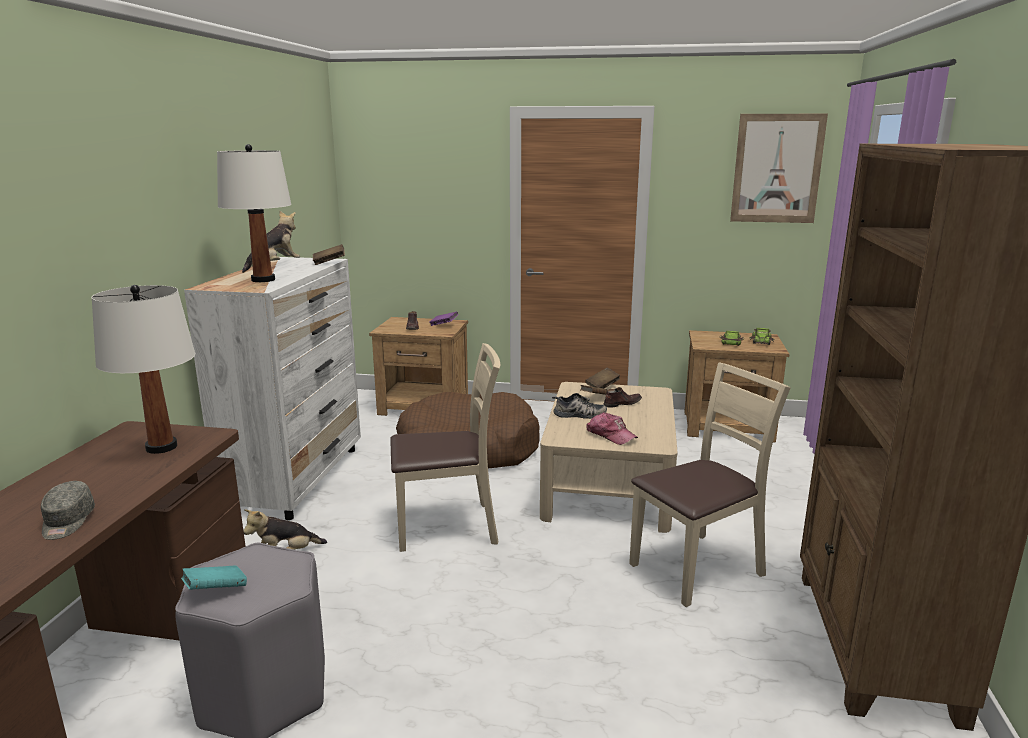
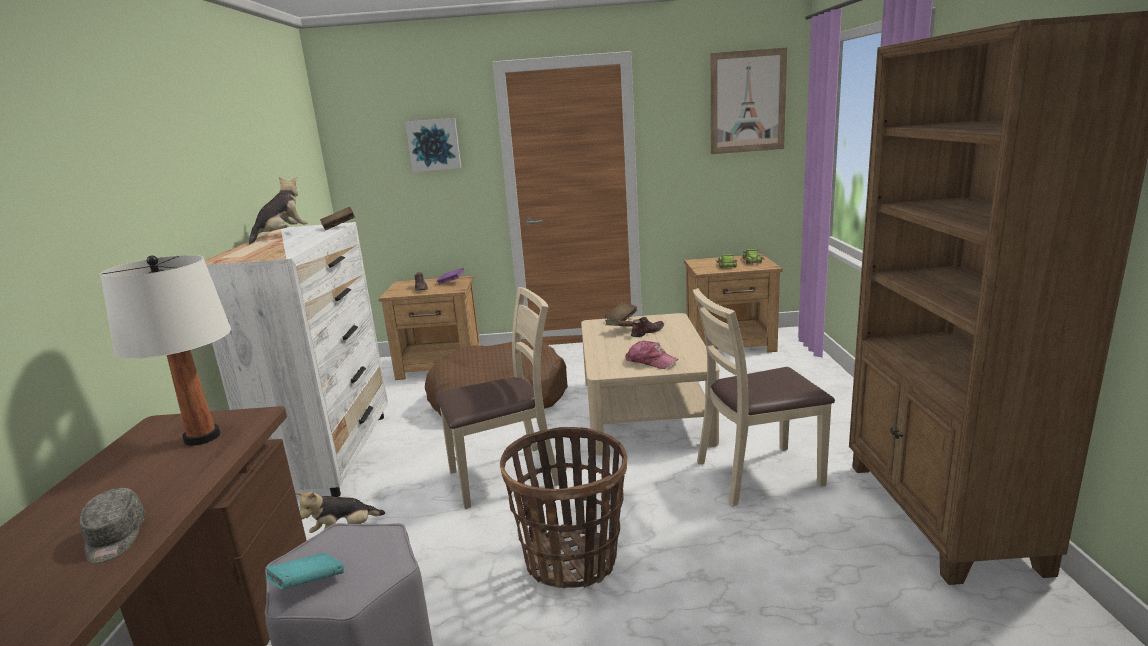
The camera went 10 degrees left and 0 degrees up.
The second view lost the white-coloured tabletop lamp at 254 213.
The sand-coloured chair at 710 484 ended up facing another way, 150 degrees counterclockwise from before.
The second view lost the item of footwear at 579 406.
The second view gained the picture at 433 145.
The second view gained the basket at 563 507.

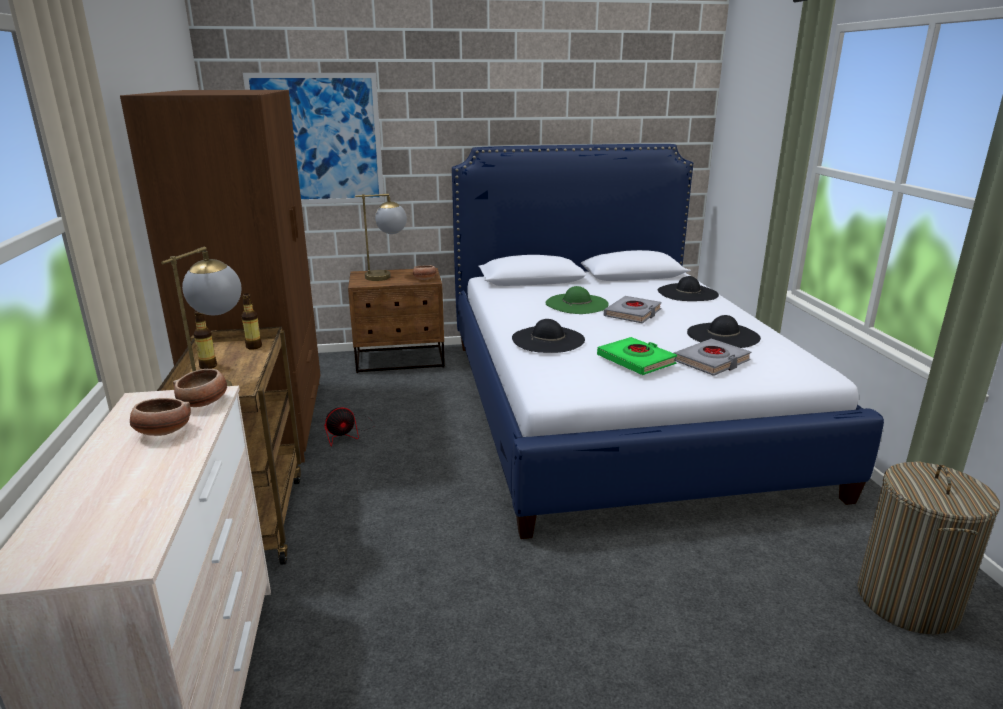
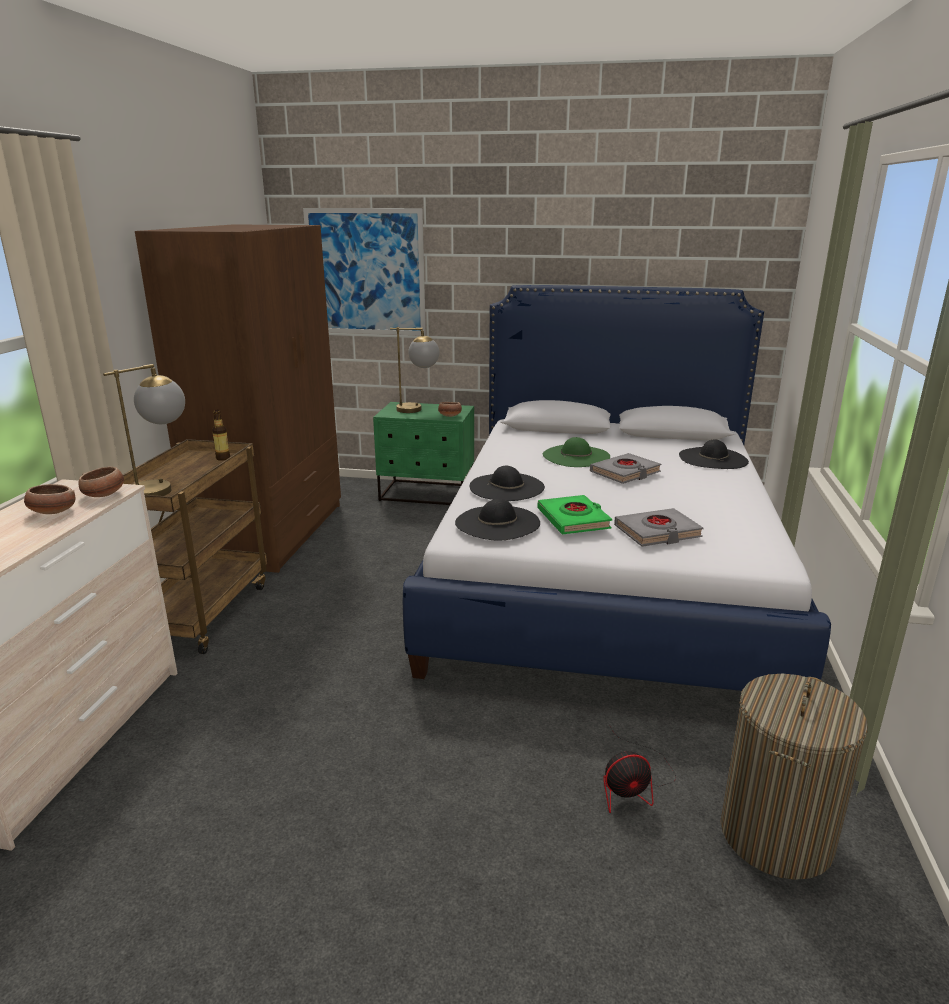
The camera went 20 degrees right and 0 degrees up.
What was the brown-coloured nightstand at 396 320 turned into the green nightstand at 423 453.
The second view lost the beverage bottle at 205 340.
The black-coloured wearable hat ended up elsewhere, having gone from 724 331 to 497 520.
The electric fan ended up elsewhere, having gone from 347 427 to 640 769.

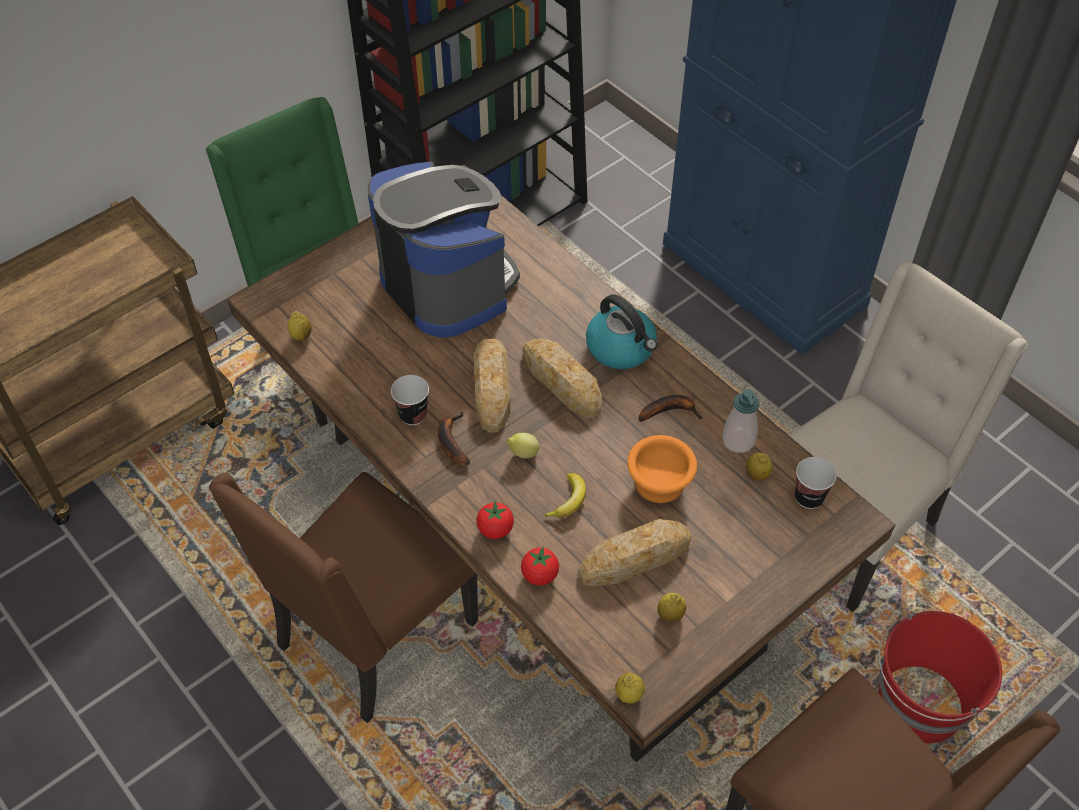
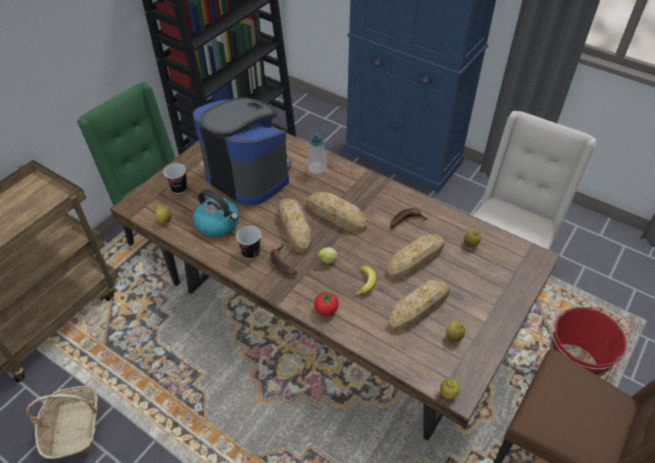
The camera went 15 degrees left and 5 degrees down.
The kettle ended up elsewhere, having gone from 621 331 to 216 213.
The liquid soap bottle ended up elsewhere, having gone from 740 421 to 317 153.
Where the orange deep dish stood at 662 469, the bread came to stand at 416 257.
The drinking cup ended up elsewhere, having gone from 816 483 to 175 178.
The second view lost the brown-coloured chair at 343 597.
The second view lost the tomato at 540 566.
The second view gained the basket at 62 422.

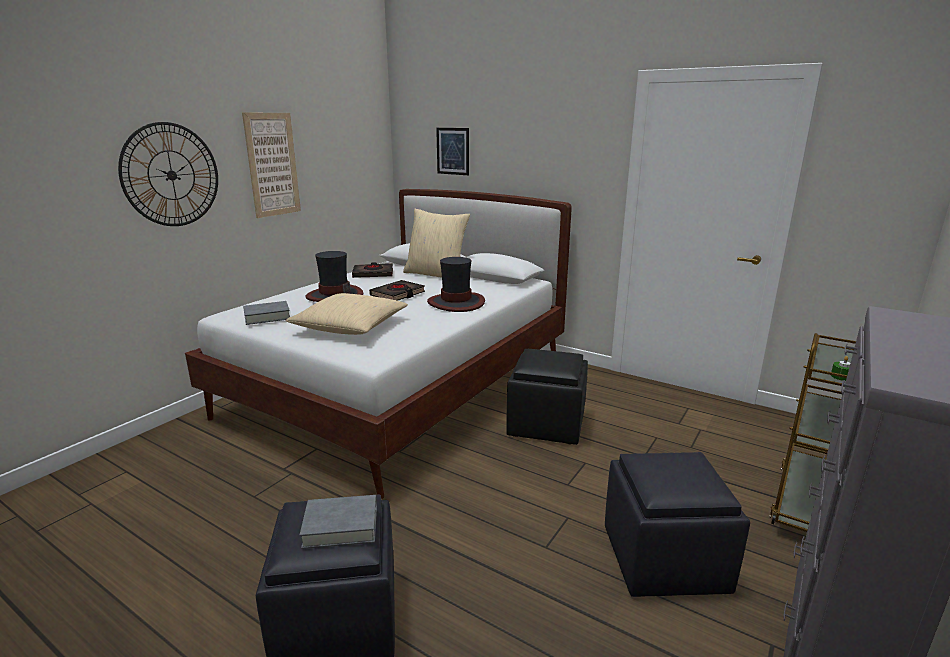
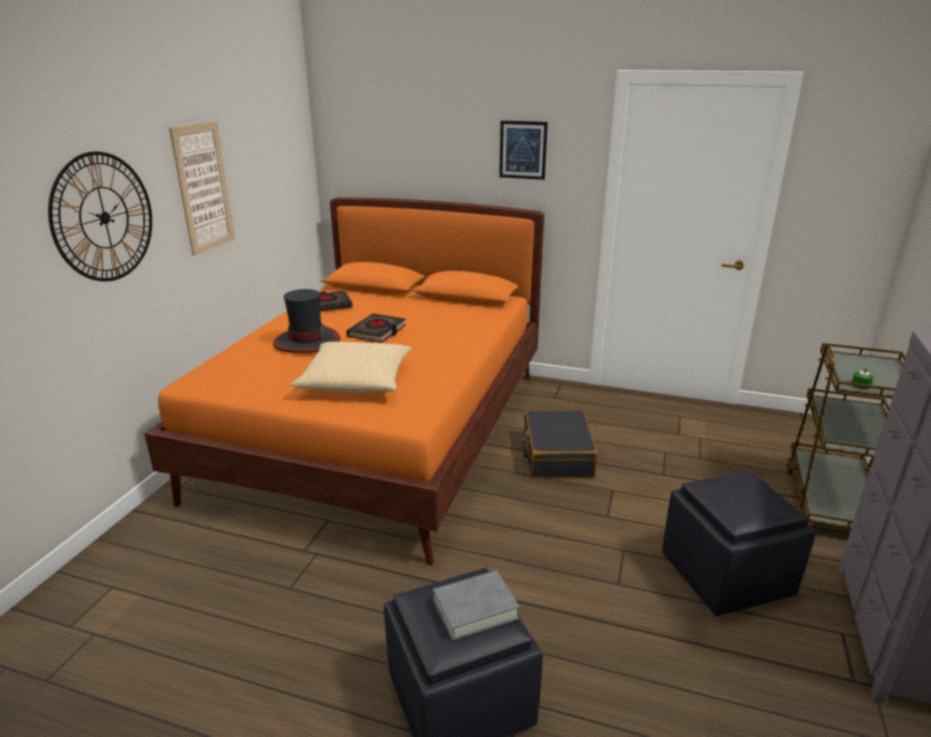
The camera went 15 degrees left and 5 degrees up.
The picture ended up elsewhere, having gone from 452 151 to 523 150.
What was the white-coloured bedroom bed at 378 344 turned into the orange bedroom bed at 344 381.
The second view lost the sand-coloured pillow at 436 243.
The second view lost the wearable hat at 456 284.
The second view lost the greyish volume at 266 313.
Where the black-coloured ottoman stood at 547 397, the black-coloured travel case came to stand at 560 444.

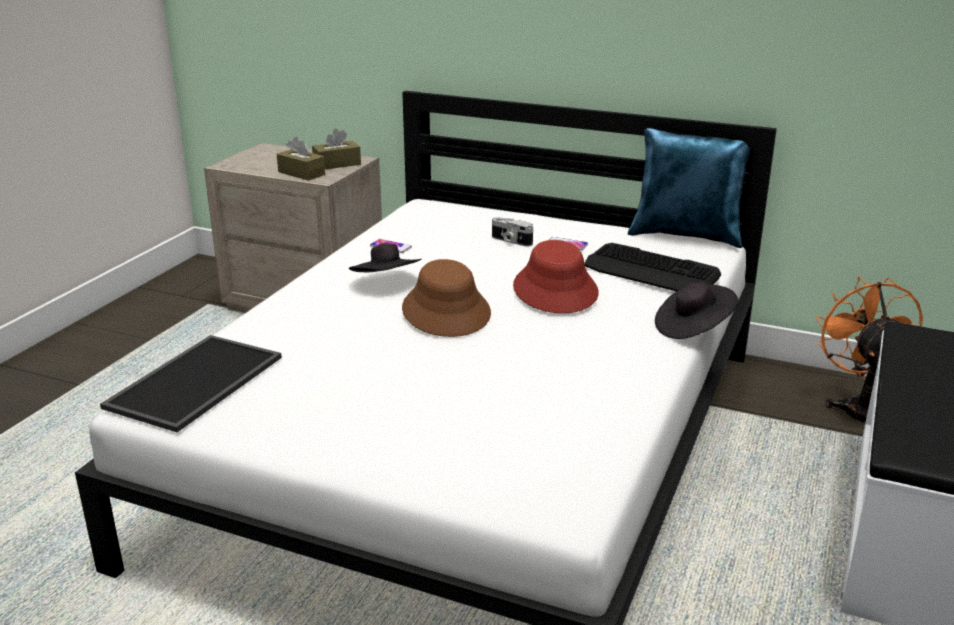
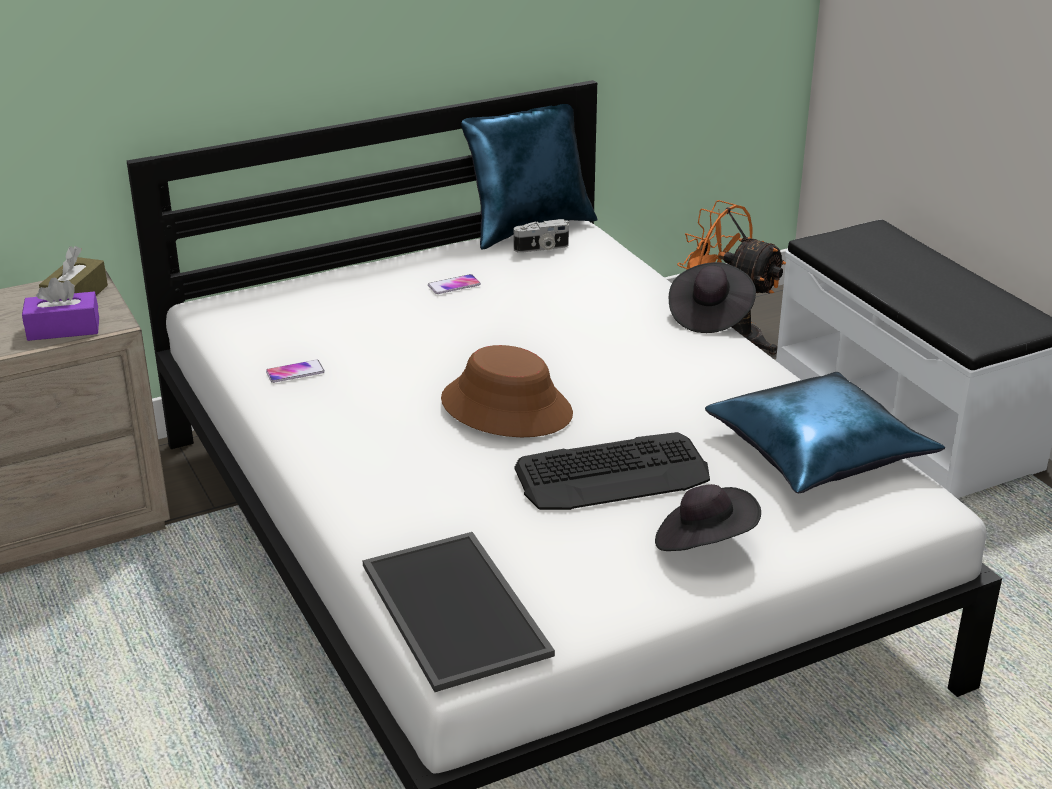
The camera went 50 degrees left and 5 degrees up.
What was the brown-coloured tissue holder at 301 159 turned into the purplish tissue holder at 60 309.
The still camera ended up elsewhere, having gone from 512 232 to 541 236.
The second view lost the red-coloured wearable hat at 556 276.
The black-coloured wearable hat ended up elsewhere, having gone from 385 257 to 708 517.
The keyboard ended up elsewhere, having gone from 652 267 to 612 471.
The second view gained the bluish pillow at 825 432.

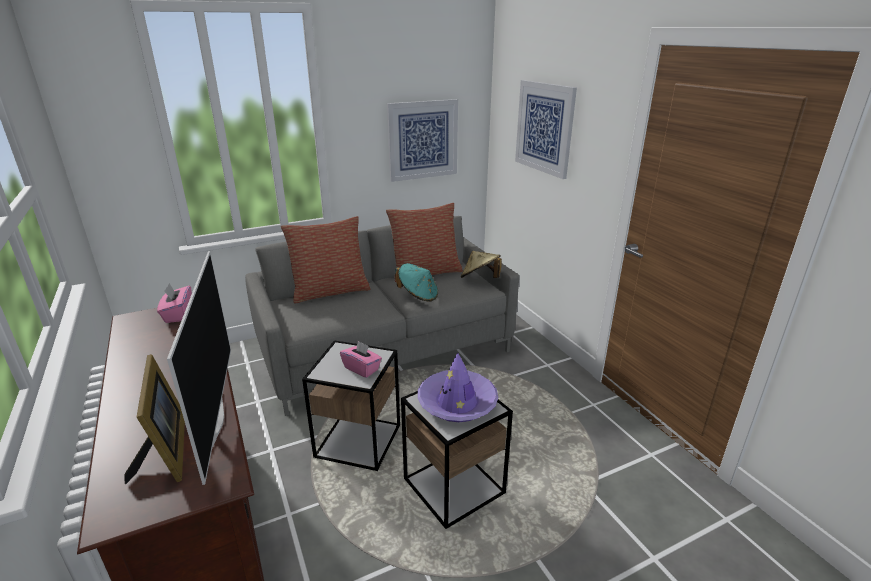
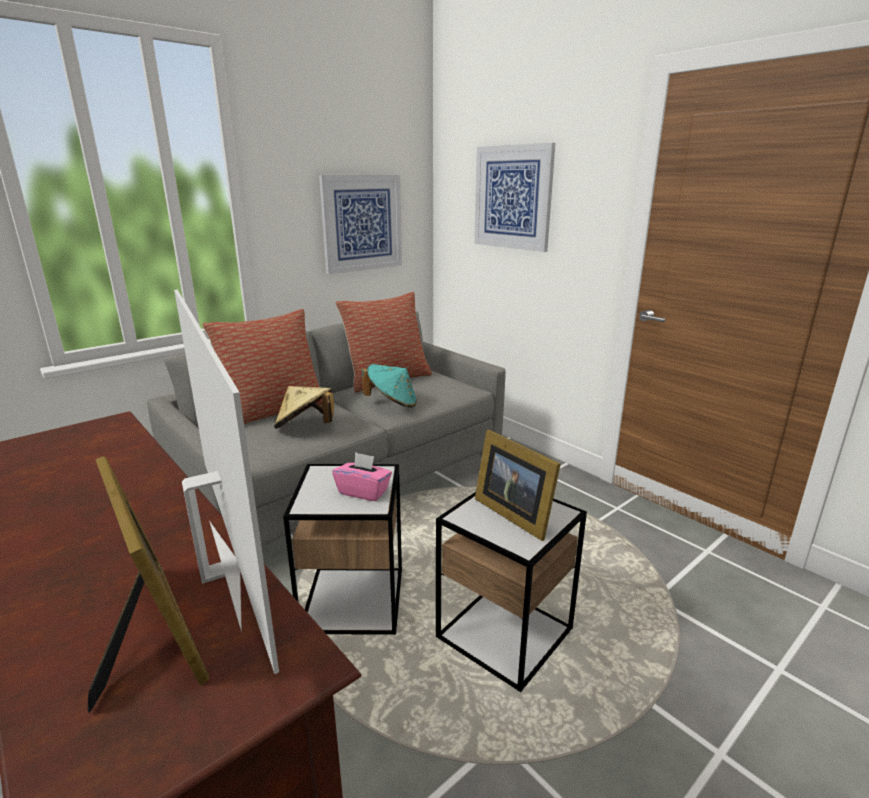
The camera went 15 degrees left and 5 degrees down.
The sand-coloured wearable hat ended up elsewhere, having gone from 481 264 to 304 407.
The second view lost the pinkish tissue holder at 174 303.
Where the purplish wearable hat stood at 458 387, the standing frame came to stand at 518 485.

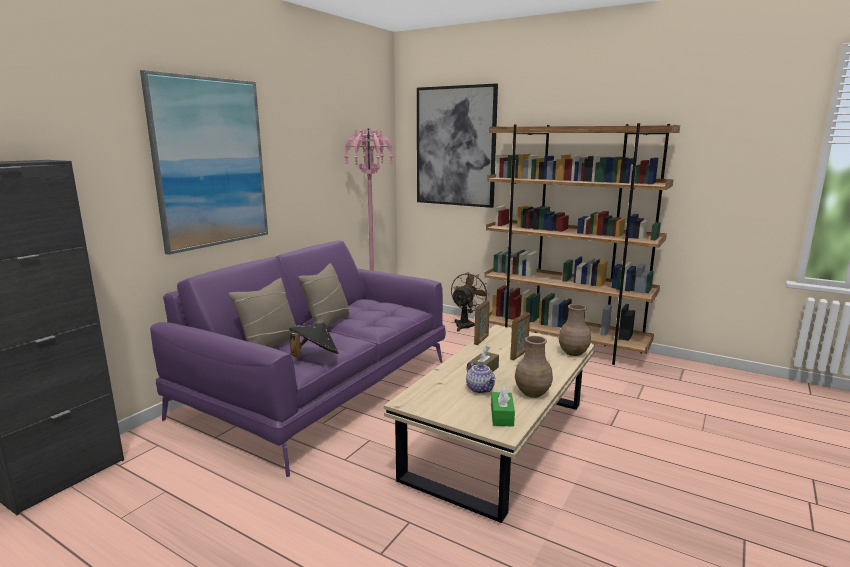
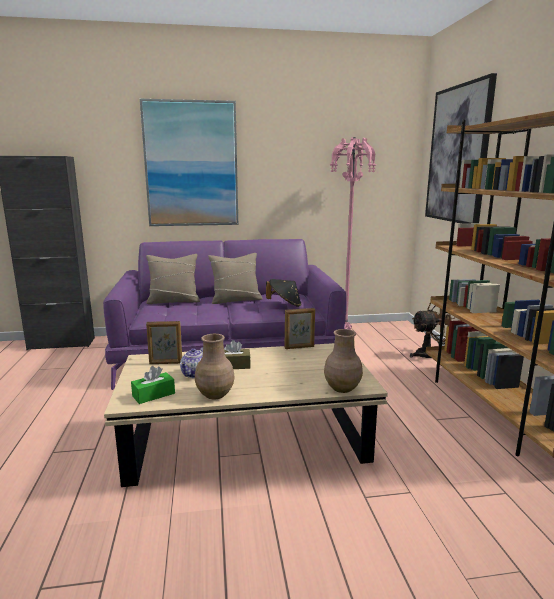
The camera went 50 degrees right and 0 degrees up.
The standing frame ended up elsewhere, having gone from 520 336 to 164 342.
The black-coloured wearable hat ended up elsewhere, having gone from 314 340 to 283 293.

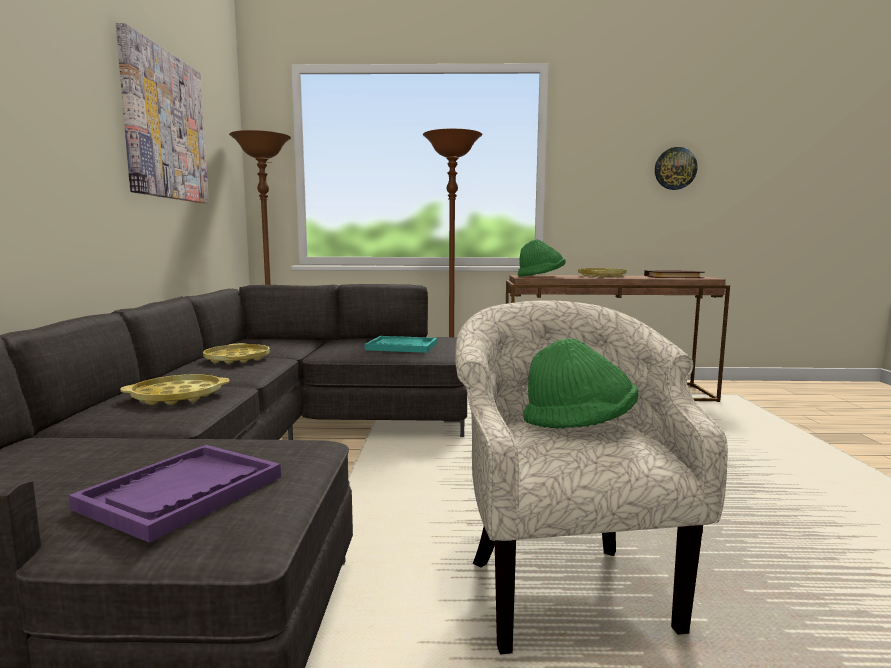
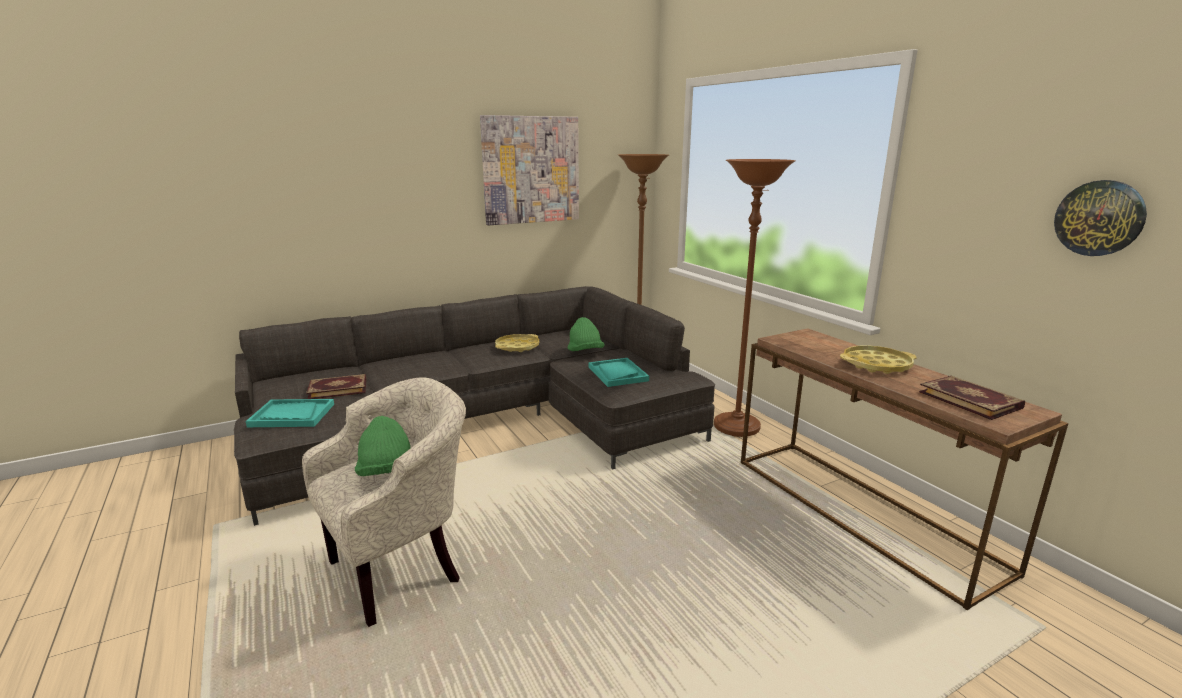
The camera went 60 degrees right and 10 degrees up.
The green wearable hat ended up elsewhere, having gone from 541 258 to 586 334.
The second view lost the yellow-coloured serving tray at 174 389.
What was the purplish serving tray at 175 494 turned into the blue-green serving tray at 290 413.
The second view gained the volume at 336 386.

